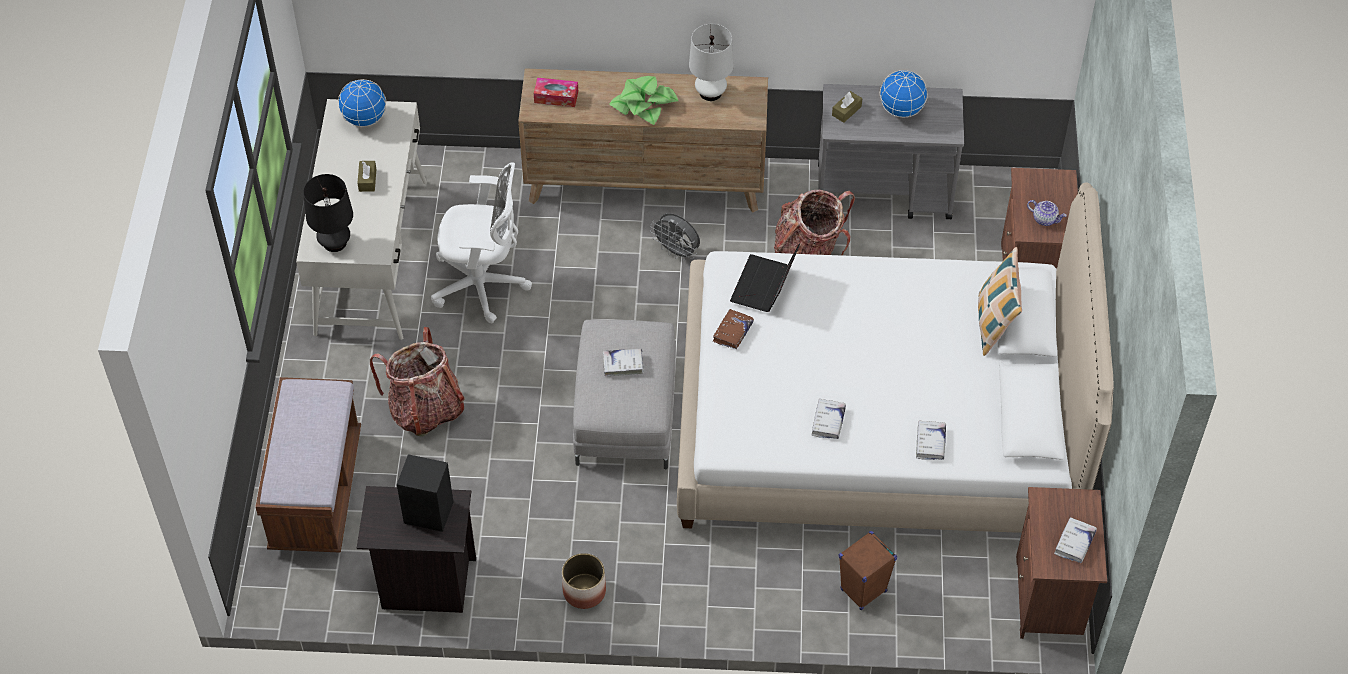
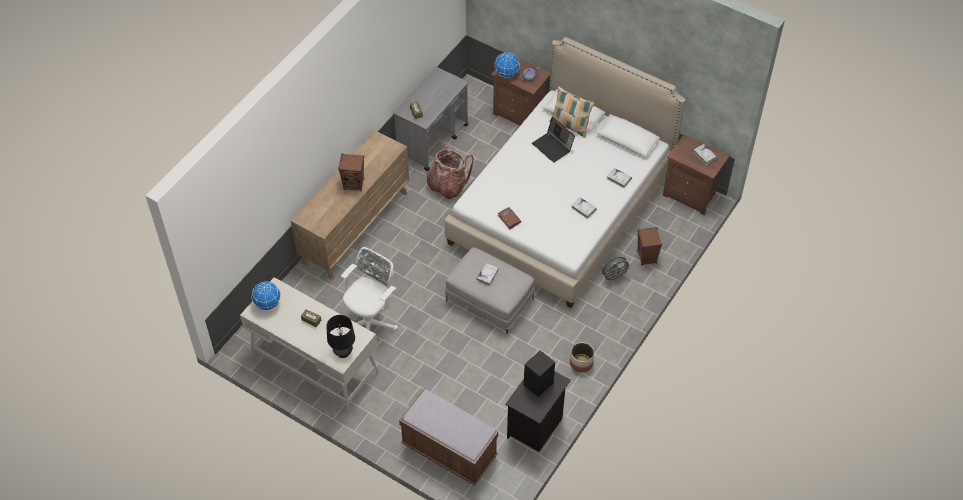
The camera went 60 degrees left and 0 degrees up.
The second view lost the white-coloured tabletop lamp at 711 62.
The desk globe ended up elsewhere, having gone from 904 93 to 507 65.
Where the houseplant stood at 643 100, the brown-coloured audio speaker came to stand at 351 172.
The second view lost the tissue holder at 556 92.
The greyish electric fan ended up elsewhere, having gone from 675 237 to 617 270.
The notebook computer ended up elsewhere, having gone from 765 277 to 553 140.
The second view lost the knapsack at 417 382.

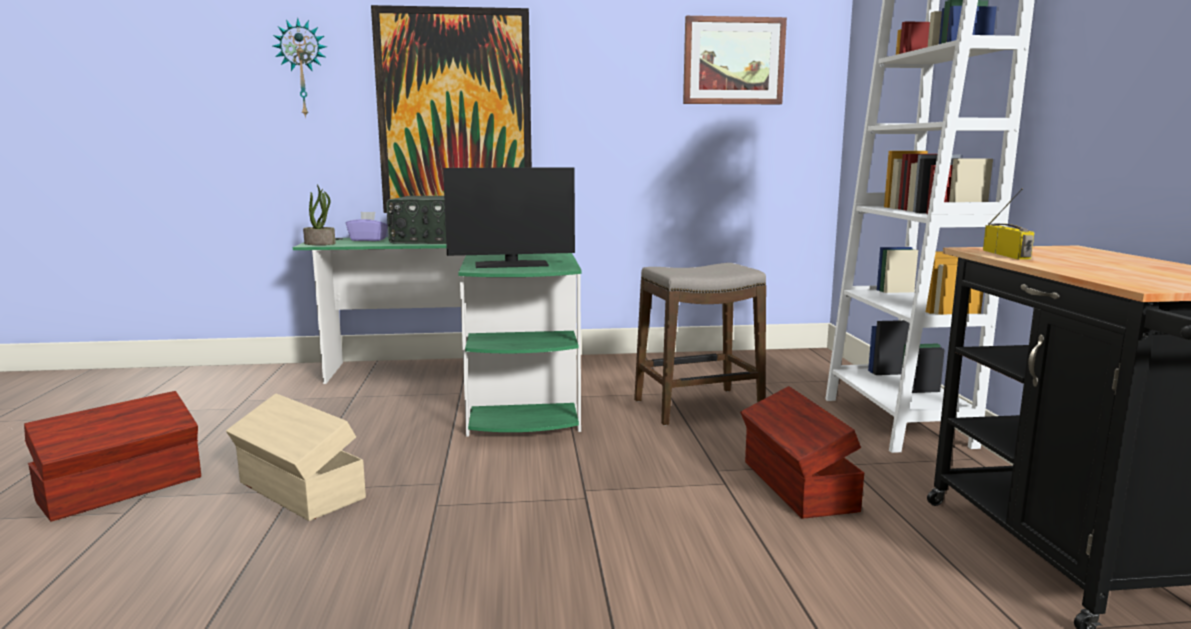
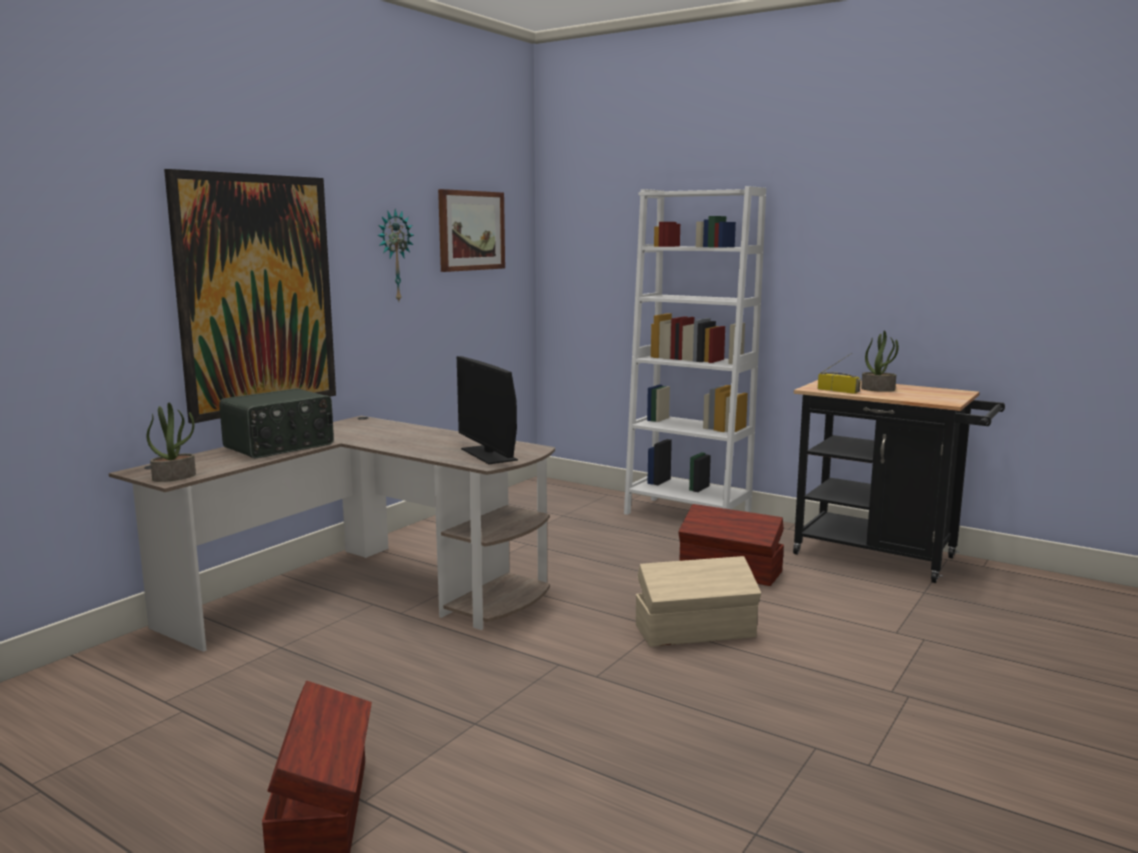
The camera went 50 degrees left and 0 degrees up.
The clock on the wall ended up elsewhere, having gone from 300 68 to 395 255.
The monitor at 509 217 ended up facing another way, 120 degrees clockwise from before.
The second view lost the purplish tissue holder at 367 226.
What was the green desk unit at 437 337 turned into the brown-coloured desk unit at 332 534.
The second view lost the sitting stool at 700 344.
The sand-coloured storage container ended up elsewhere, having gone from 296 457 to 698 601.
The second view gained the houseplant at 880 361.

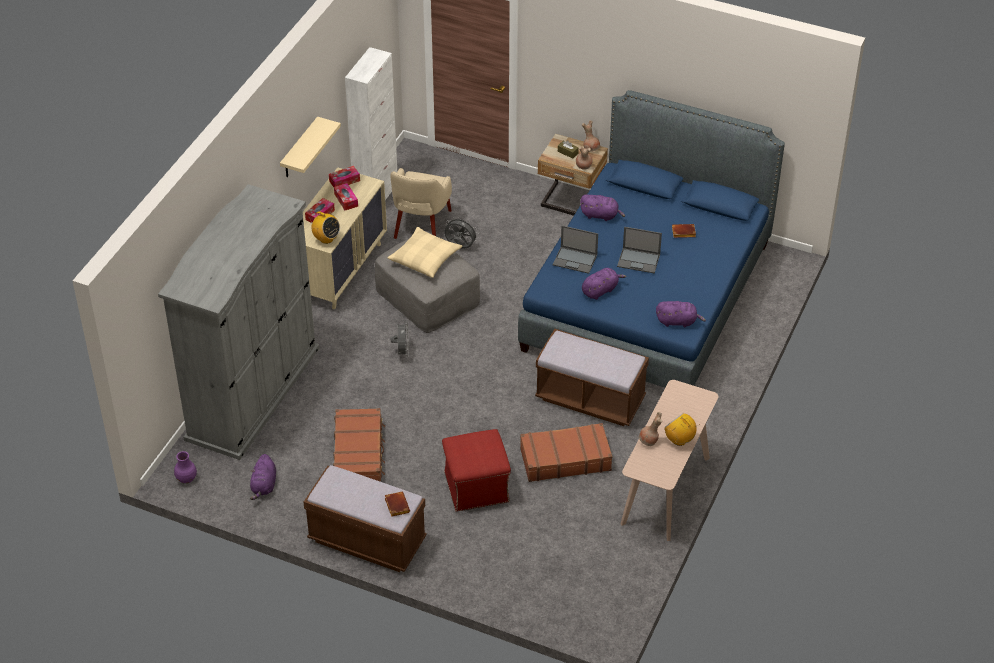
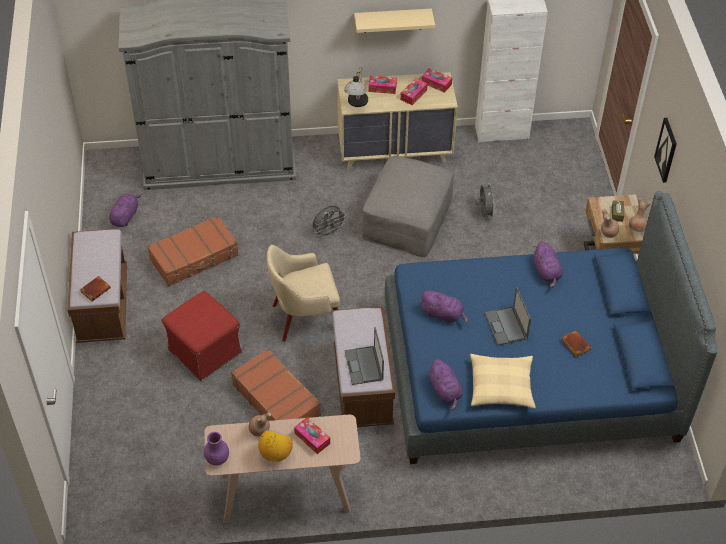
The camera went 60 degrees right and 5 degrees up.
The sand-coloured armchair ended up elsewhere, having gone from 421 203 to 303 293.
Where the radio stood at 325 227, the tabletop lamp came to stand at 356 87.
The notebook computer ended up elsewhere, having gone from 575 249 to 364 356.
The sand-coloured pillow ended up elsewhere, having gone from 425 252 to 503 381.
The purplish decorative vase ended up elsewhere, having gone from 185 467 to 216 449.
The purplish cuddly toy at 263 477 ended up facing another way, 135 degrees clockwise from before.
The second view gained the picture at 665 150.
The second view gained the tissue holder at 312 435.

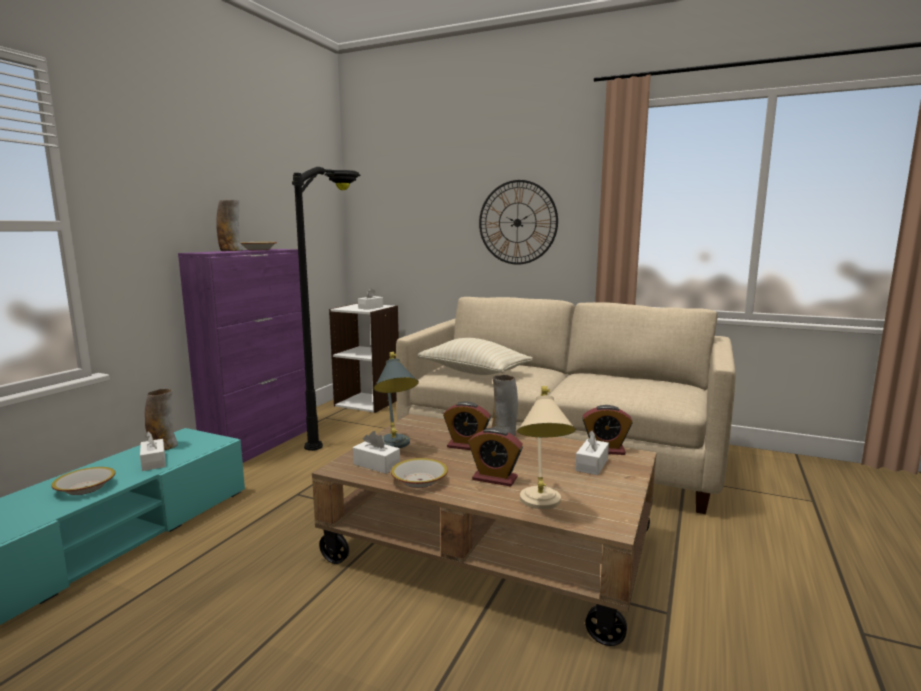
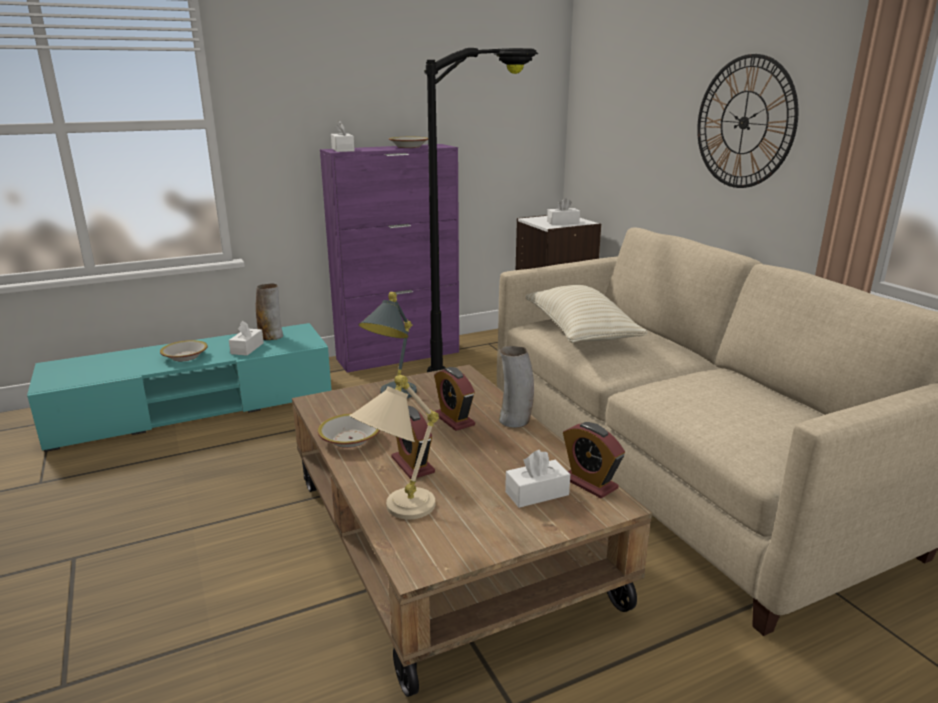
The camera went 40 degrees right and 10 degrees up.
The second view lost the decorative vase at 229 225.
The white-coloured tissue holder ended up elsewhere, having gone from 376 452 to 343 136.

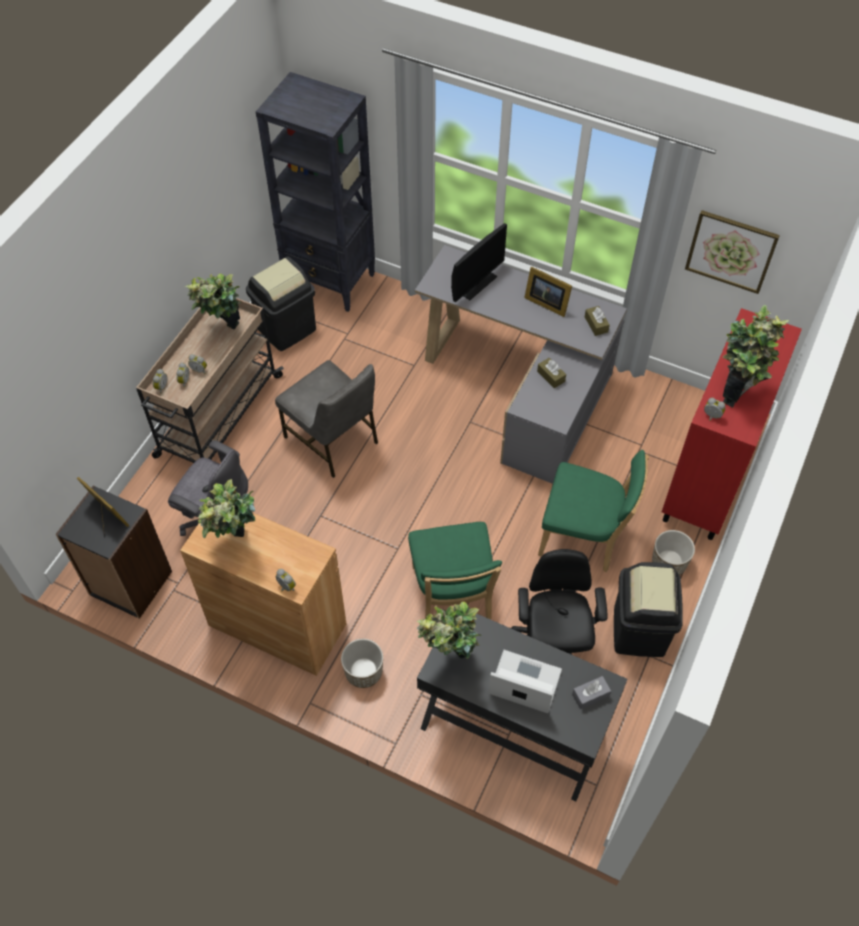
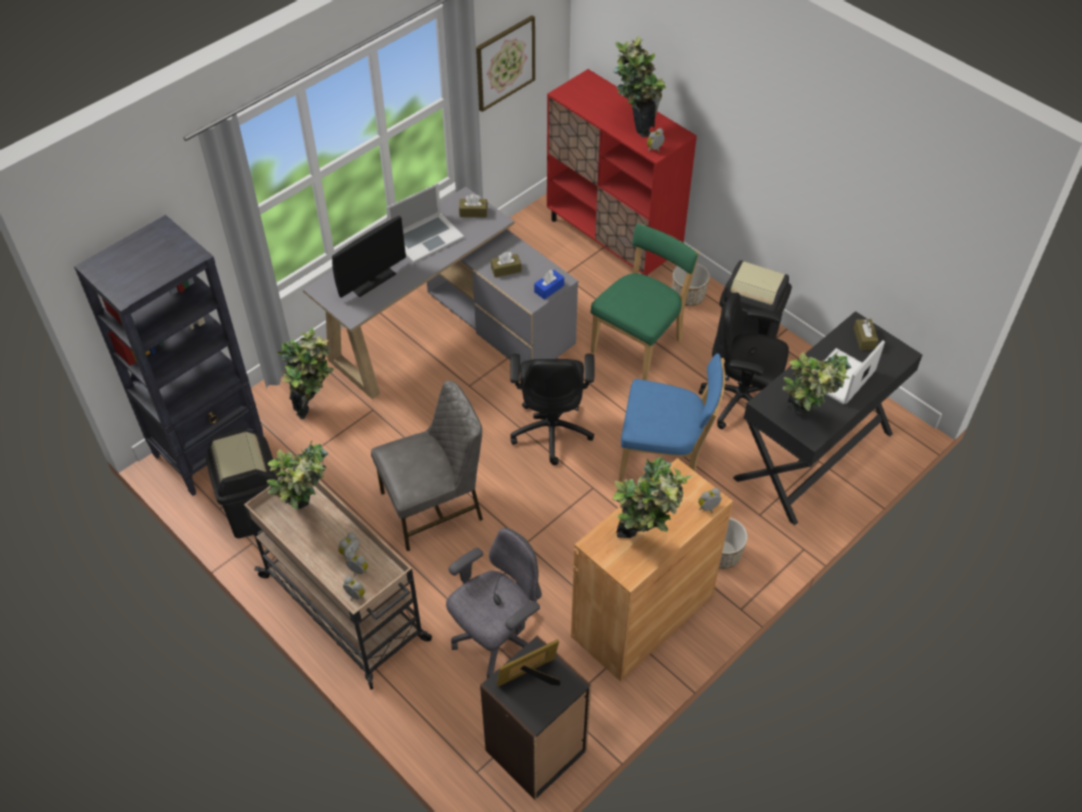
The camera went 70 degrees left and 5 degrees down.
The monitor at 479 262 ended up facing another way, 75 degrees clockwise from before.
Where the standing frame stood at 548 291, the notebook computer came to stand at 425 223.
What was the green chair at 455 570 turned into the bluish chair at 672 417.
What was the greyish tissue holder at 591 692 turned into the brown-coloured tissue holder at 866 334.
The second view gained the bluish tissue holder at 549 285.
The second view gained the houseplant at 305 373.
The second view gained the black-coloured desk chair at 552 409.

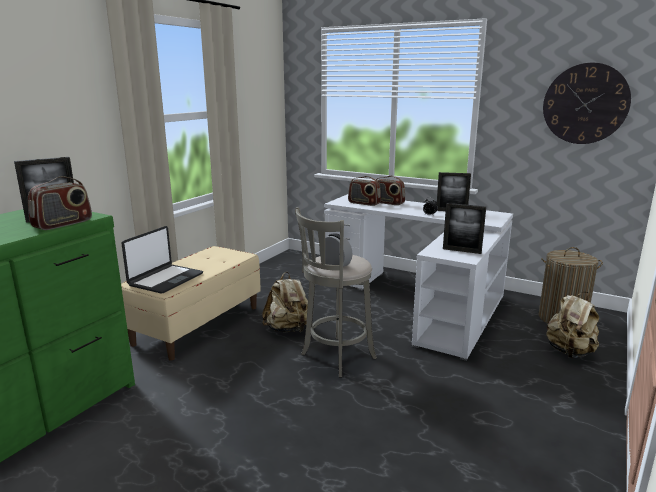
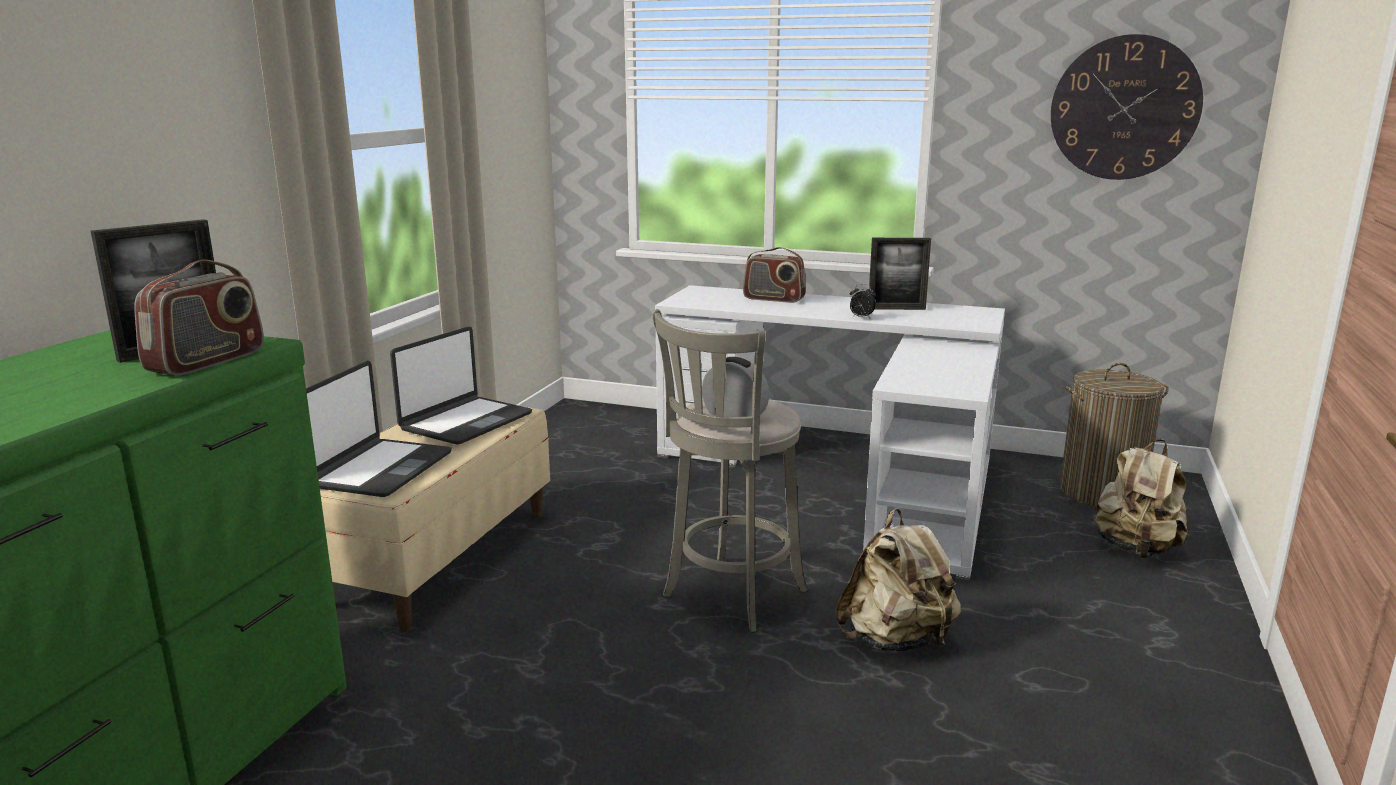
The camera went 10 degrees left and 0 degrees up.
The second view lost the radio at 364 191.
The second view lost the standing frame at 464 228.
The sand-coloured knapsack ended up elsewhere, having gone from 285 302 to 898 580.
The second view gained the notebook computer at 461 385.

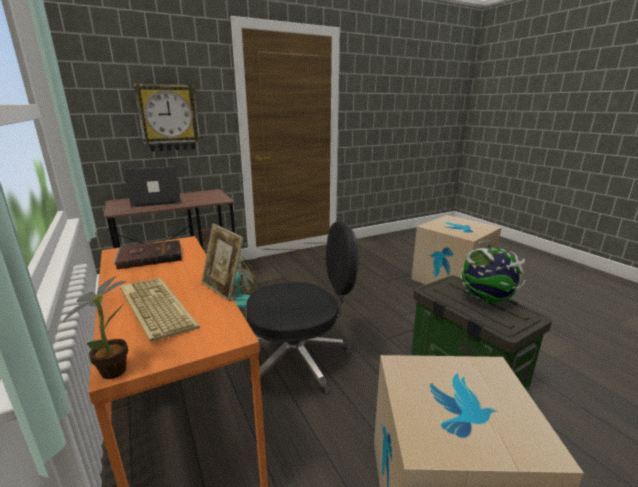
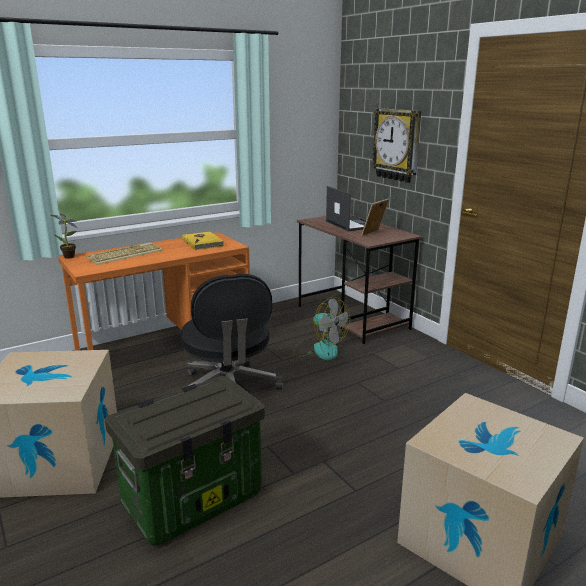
The camera went 85 degrees right and 0 degrees up.
The standing frame ended up elsewhere, having gone from 222 262 to 375 217.
What was the brown-coloured volume at 148 254 turned into the yellow-coloured volume at 203 241.
The second view lost the desk globe at 492 271.

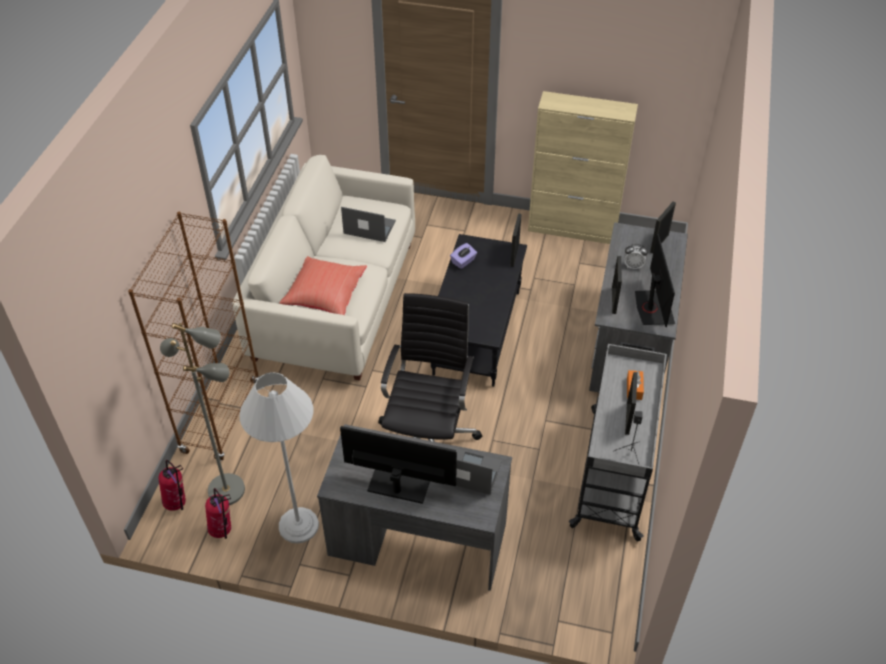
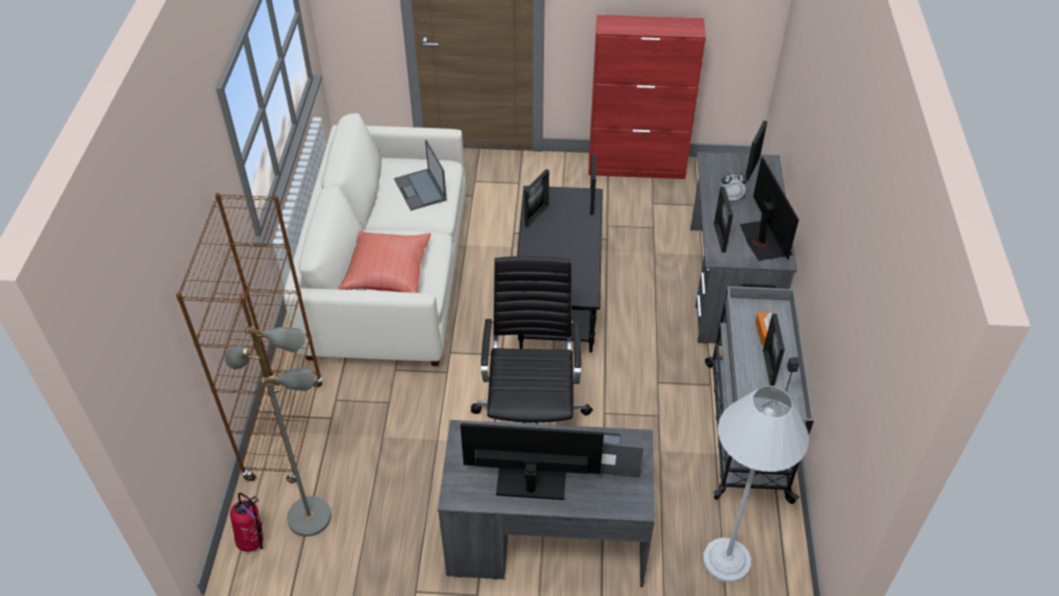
The camera went 10 degrees left and 0 degrees up.
What was the sand-coloured storage cabinet at 583 167 turned into the red-coloured storage cabinet at 647 97.
The notebook computer at 368 224 ended up facing another way, 120 degrees counterclockwise from before.
Where the purplish tissue holder stood at 463 256, the standing frame came to stand at 536 198.
The white-coloured floor lamp ended up elsewhere, having gone from 279 457 to 756 484.
The second view lost the fire-fighting cylinder at 218 513.

